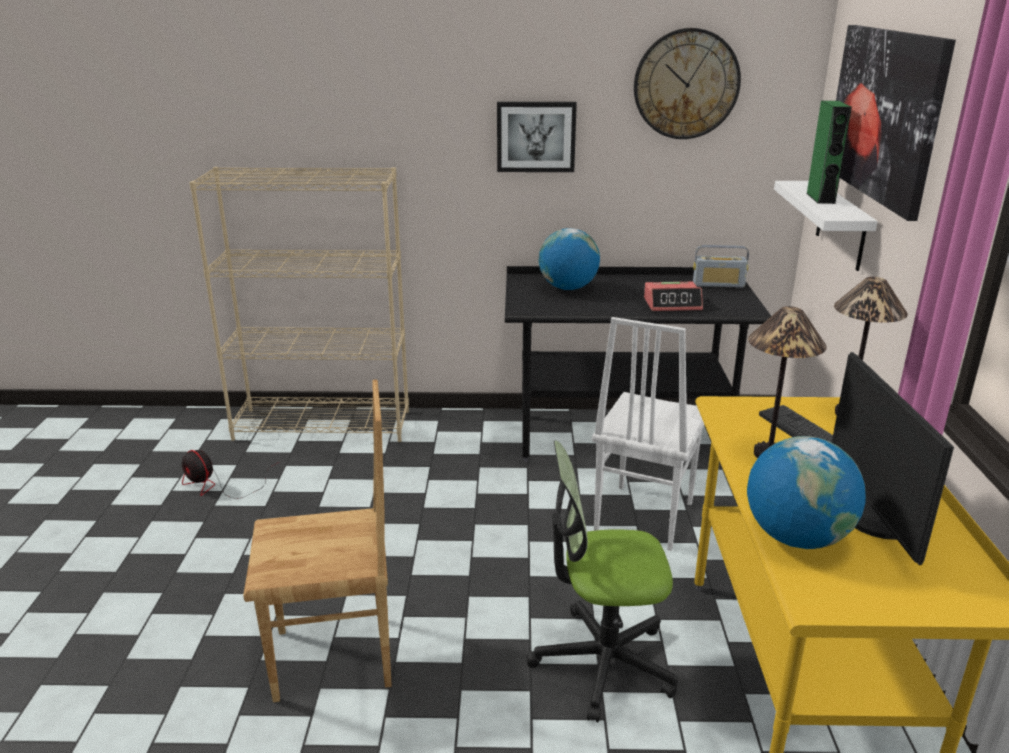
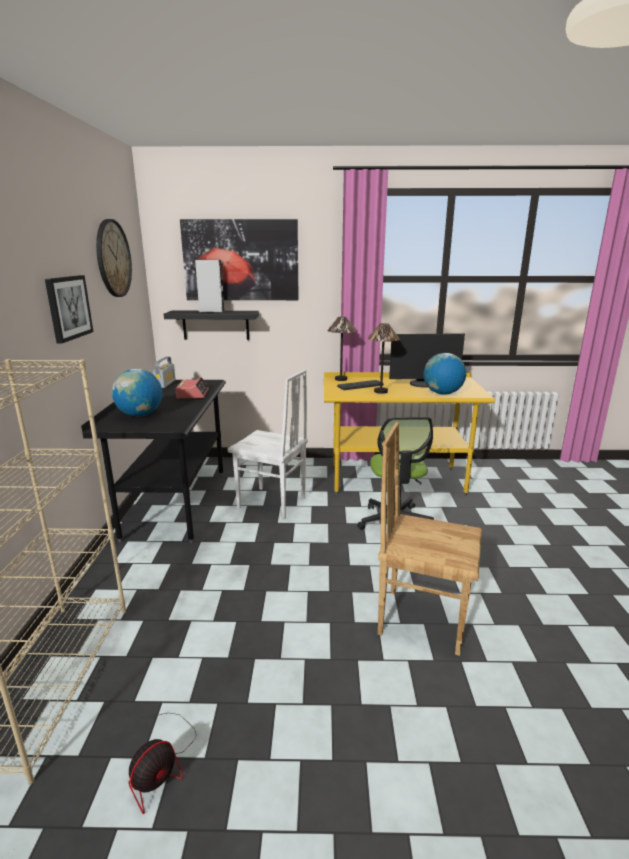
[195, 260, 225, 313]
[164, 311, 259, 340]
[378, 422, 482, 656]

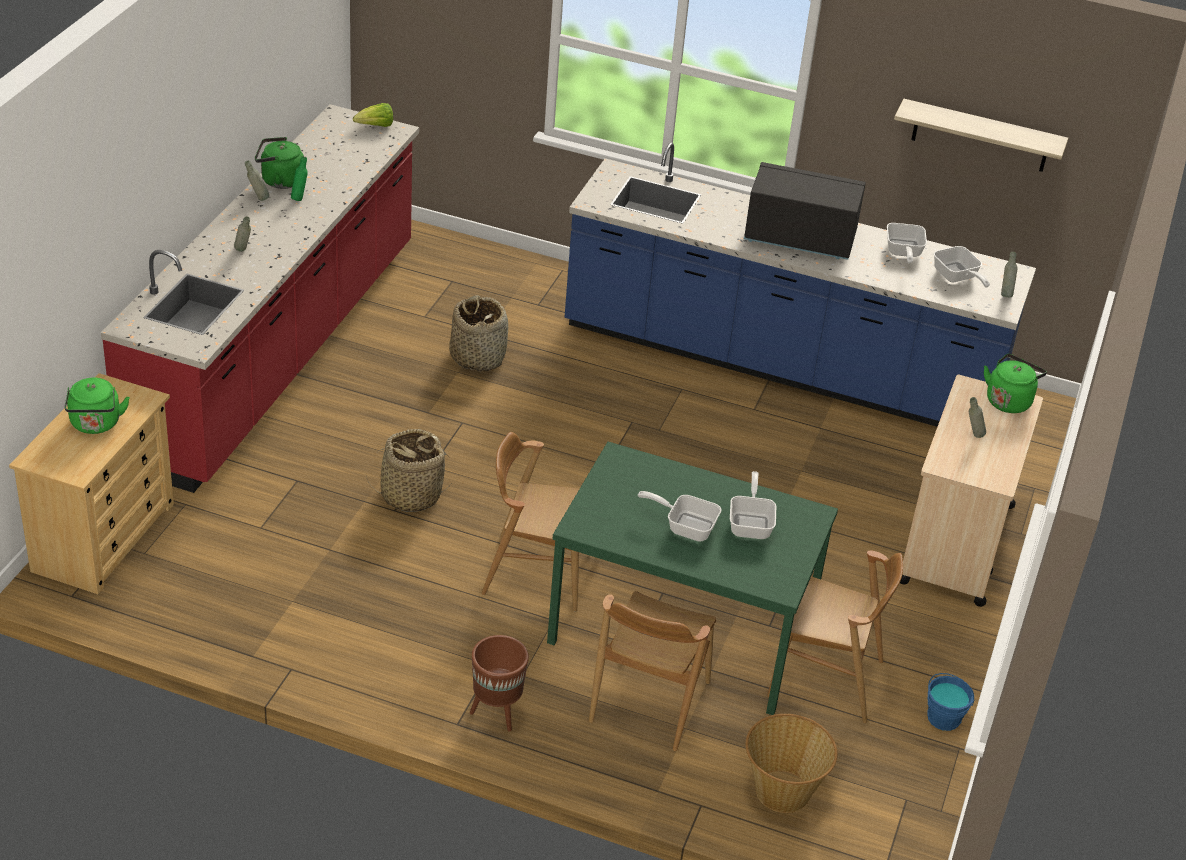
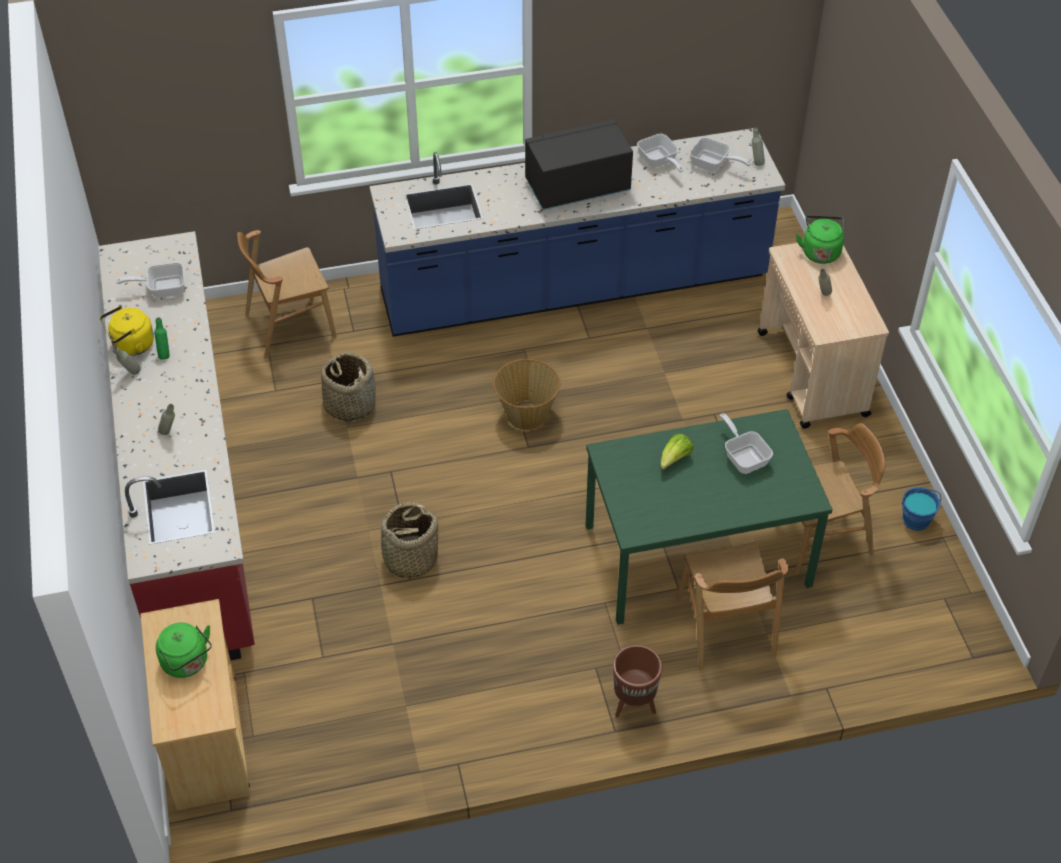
[894, 99, 1068, 172] (first image)
[661, 434, 693, 470]
[100, 306, 154, 356]
[237, 230, 337, 358]
[116, 262, 185, 298]
[493, 359, 560, 430]

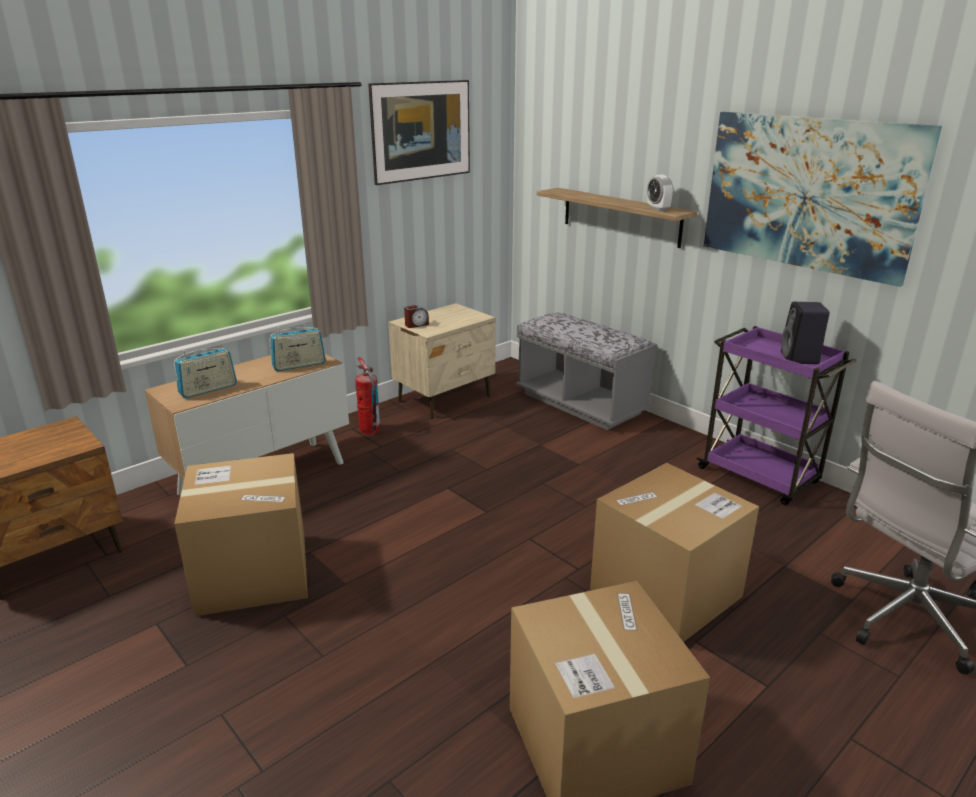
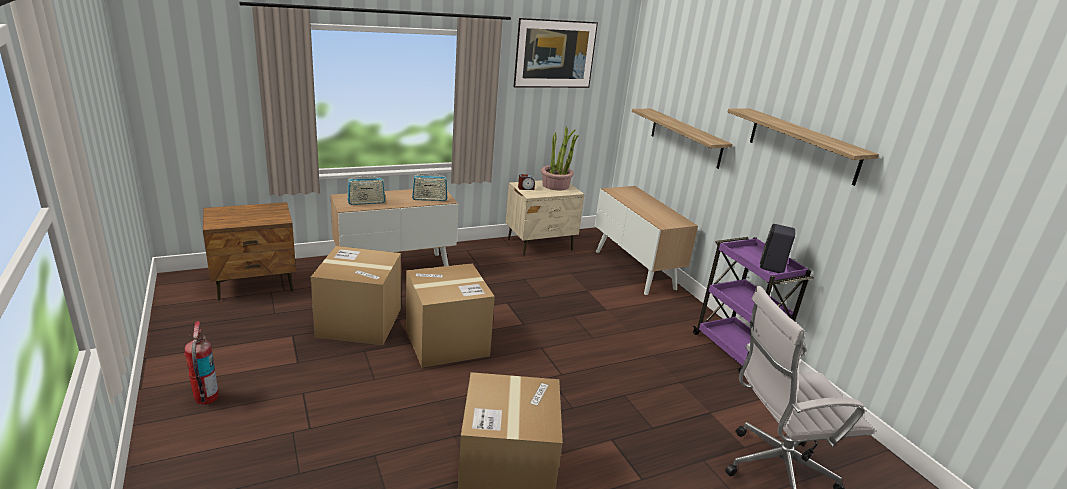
[728, 108, 879, 186]
[647, 174, 673, 211] (first image)
[595, 186, 698, 295]
[184, 321, 219, 405]
[406, 263, 495, 368]
[541, 126, 579, 190]

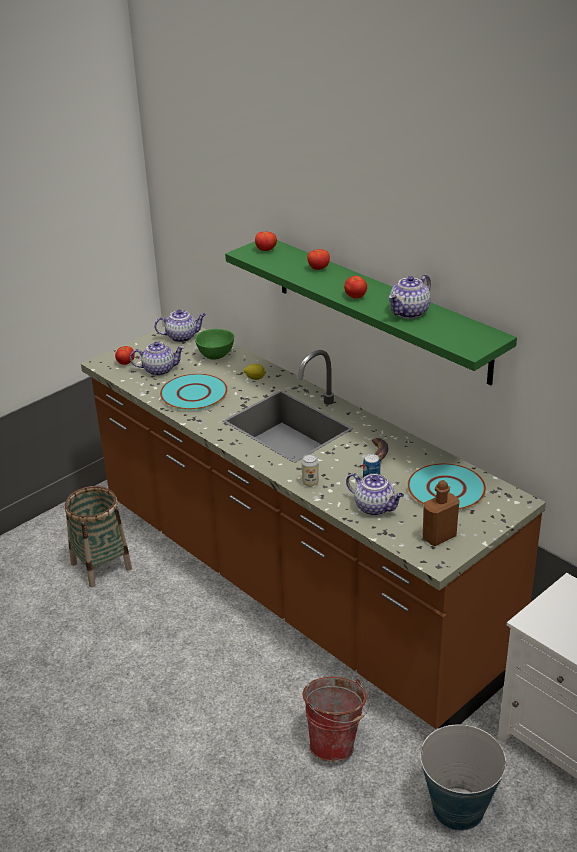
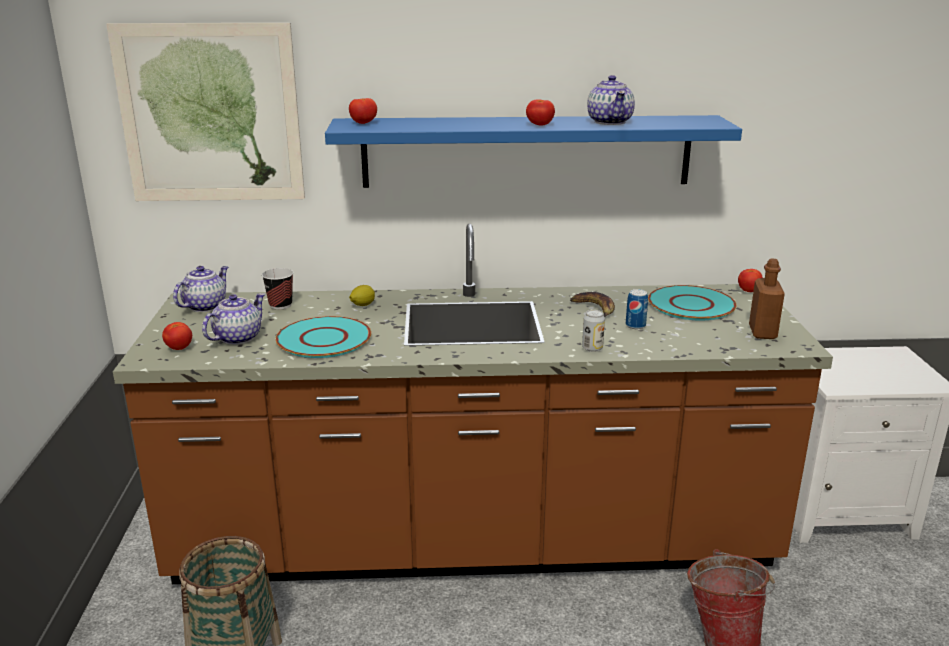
[325, 115, 742, 188]
[738, 269, 763, 292]
[262, 268, 294, 310]
[346, 473, 404, 516] (first image)
[419, 724, 507, 831] (first image)
[106, 23, 305, 201]

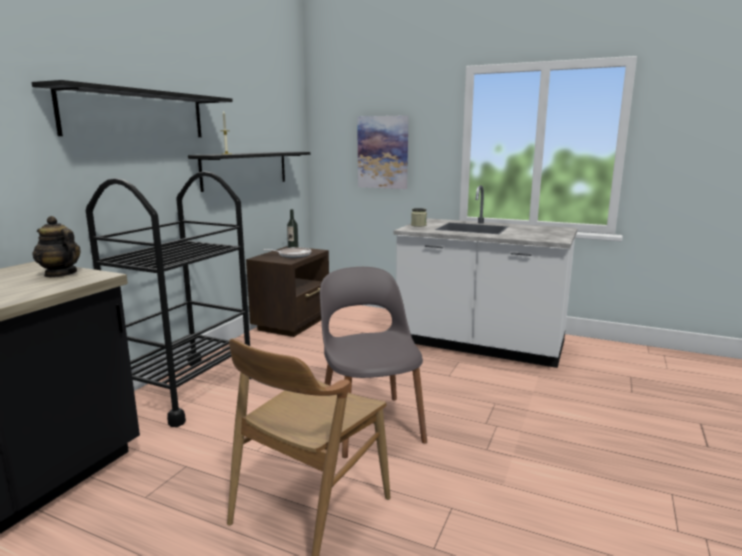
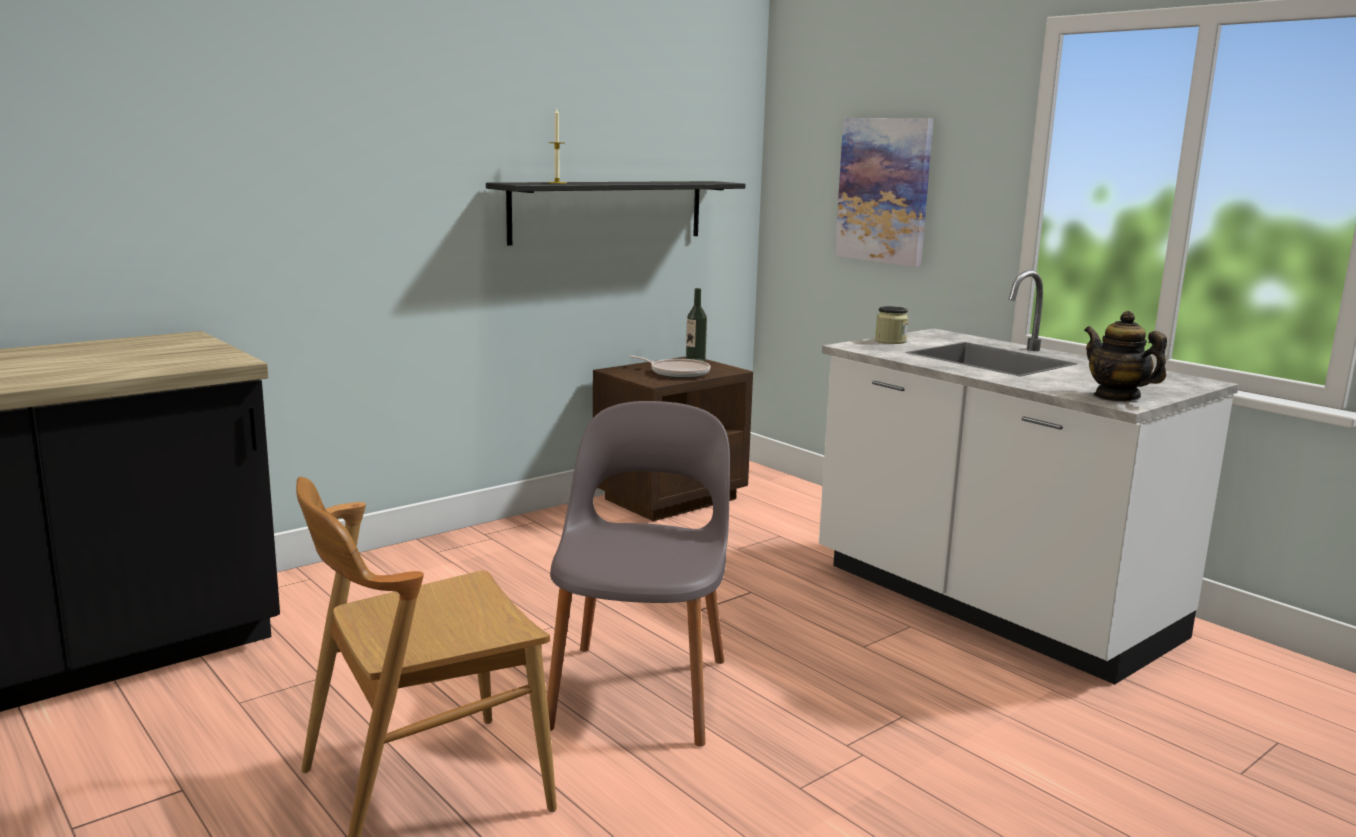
[31, 80, 233, 137] (first image)
[86, 171, 251, 427] (first image)
[1084, 311, 1167, 401]

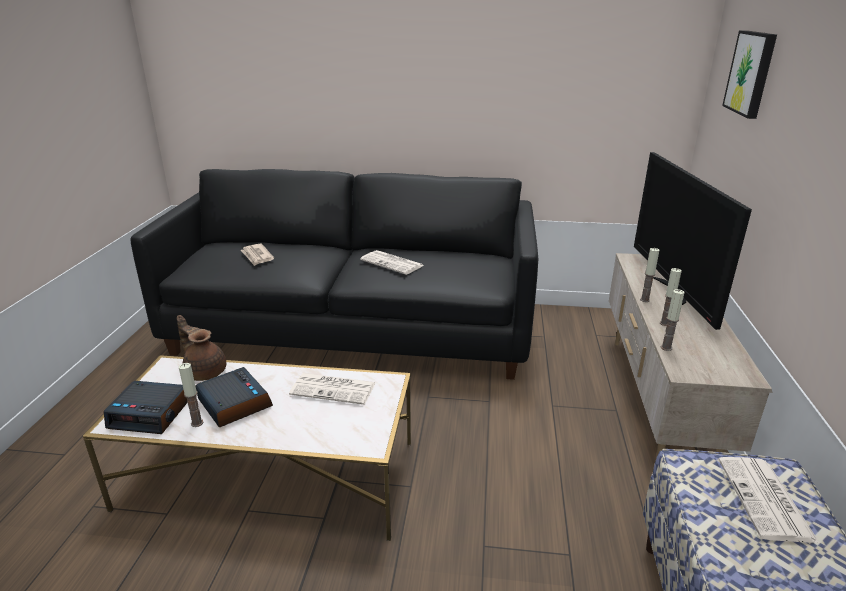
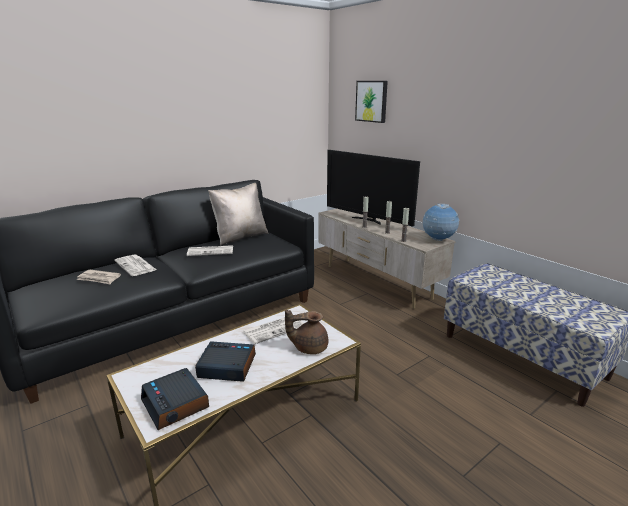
[285, 309, 328, 354]
[179, 363, 203, 427] (first image)
[141, 368, 209, 430]
[114, 254, 156, 276]
[208, 183, 269, 246]
[423, 203, 459, 241]

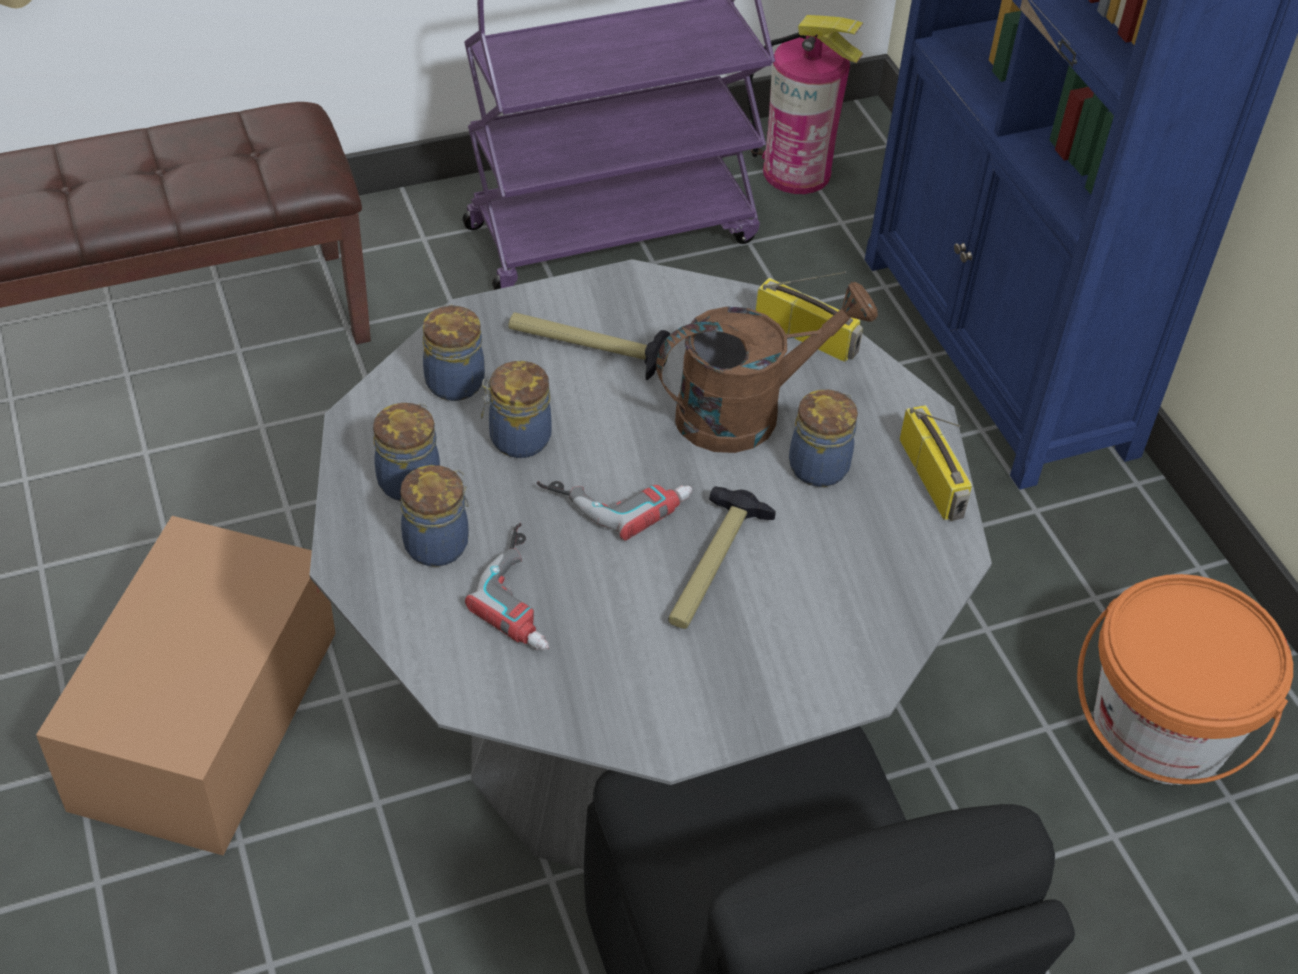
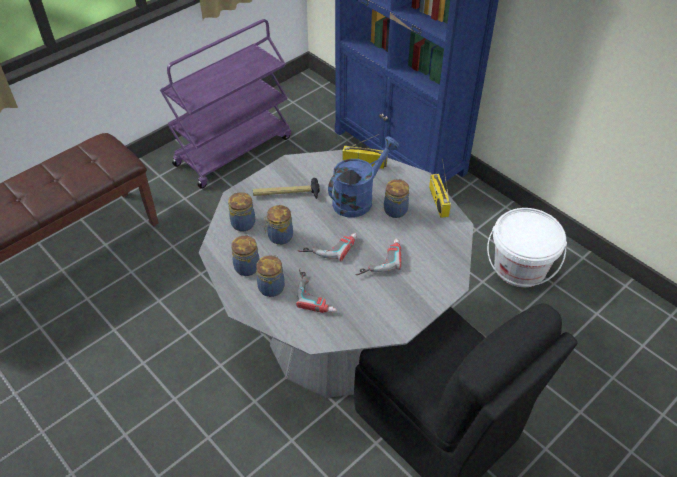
[747, 15, 863, 194] (first image)
[328, 136, 400, 217]
[429, 158, 451, 218]
[355, 238, 401, 275]
[36, 516, 335, 855] (first image)
[487, 208, 567, 287]

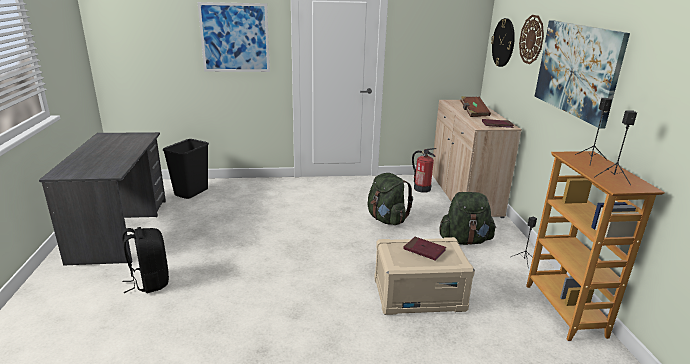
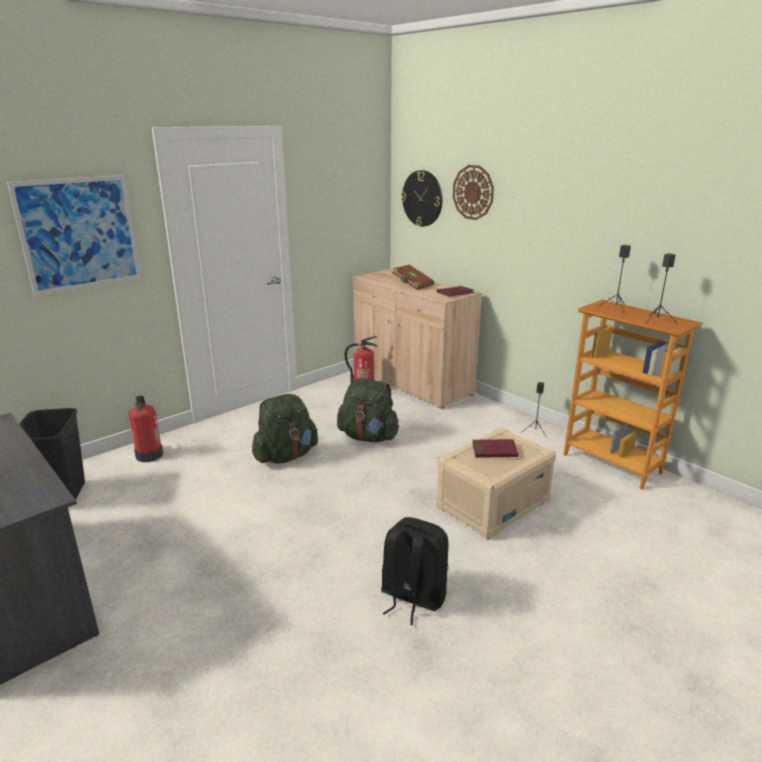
[535, 20, 630, 129] (first image)
[252, 394, 318, 464]
[381, 517, 448, 625]
[128, 396, 163, 462]

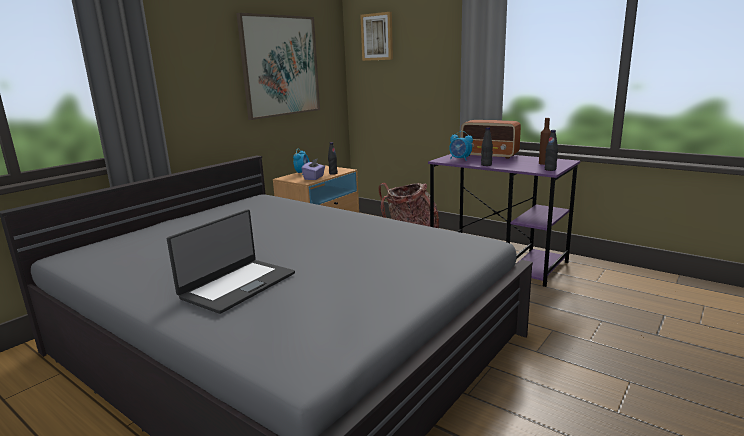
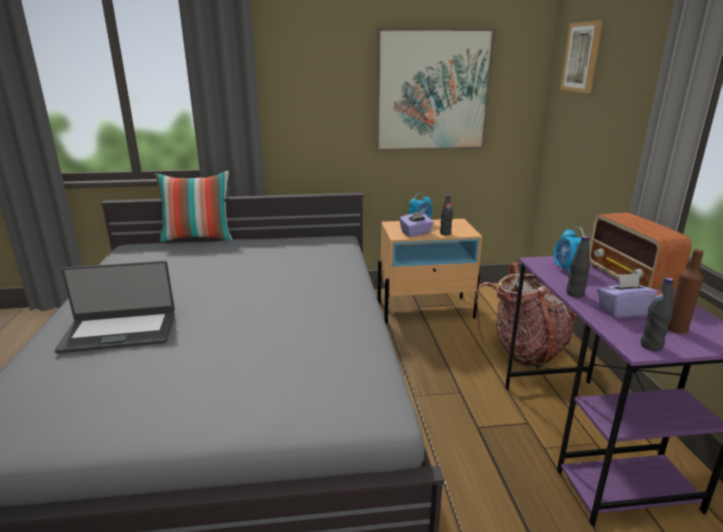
[155, 171, 233, 243]
[597, 273, 658, 318]

